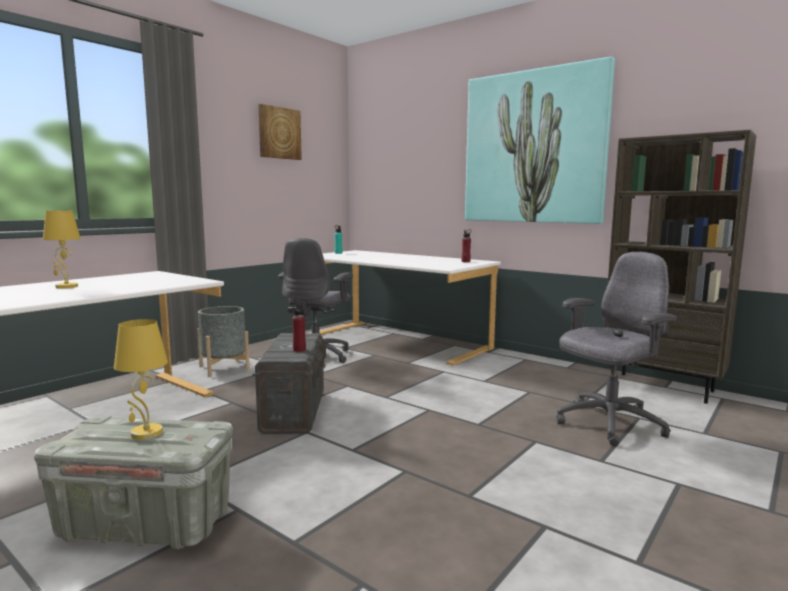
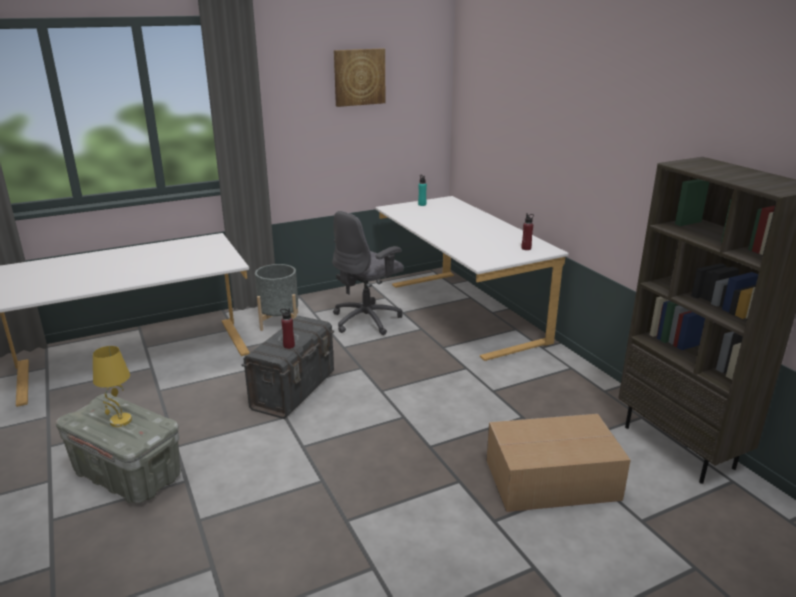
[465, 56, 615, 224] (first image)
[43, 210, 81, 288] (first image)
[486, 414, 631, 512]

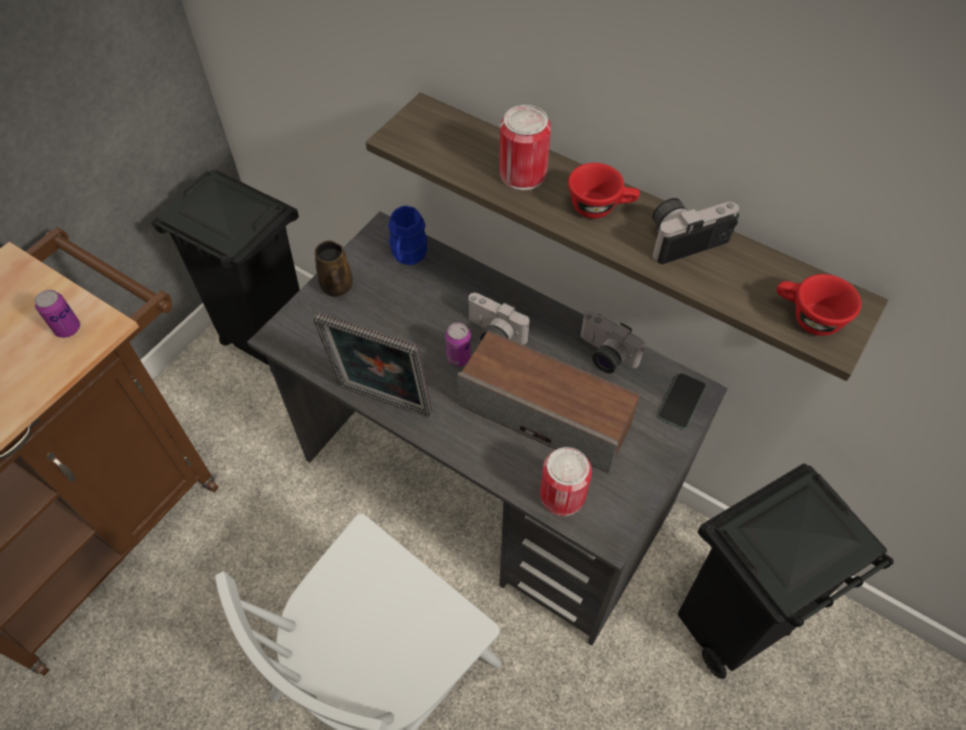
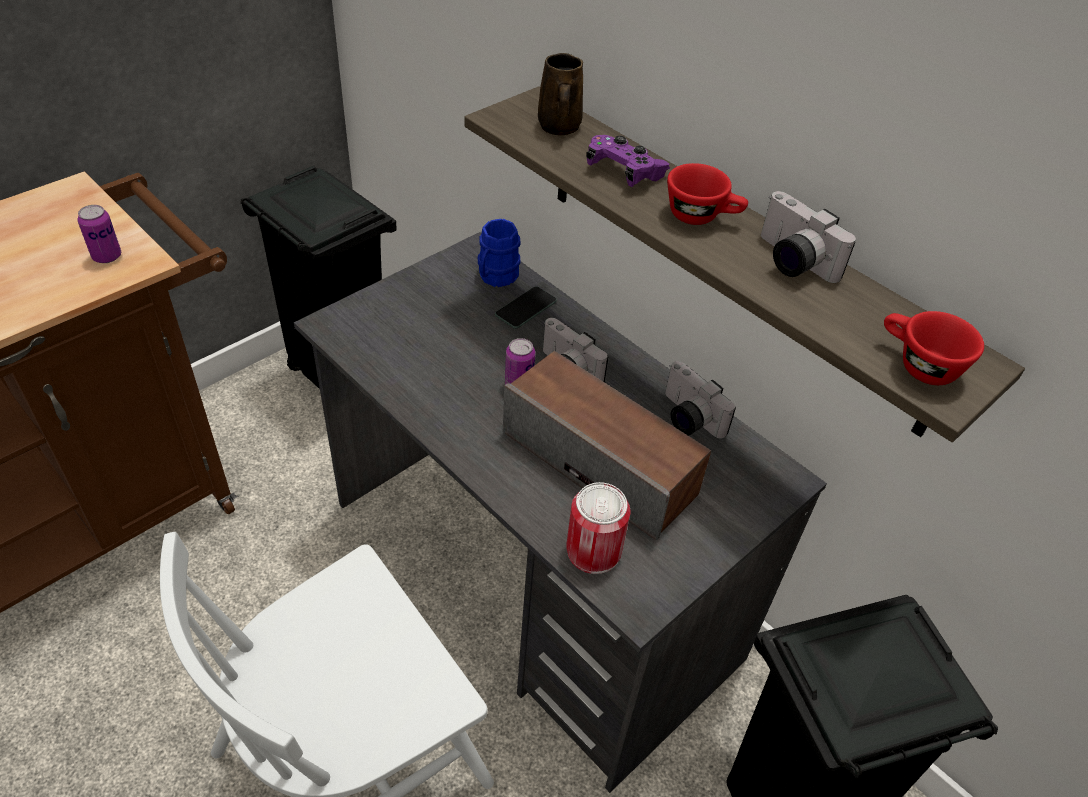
[586, 135, 670, 187]
[761, 191, 856, 283]
[538, 53, 583, 135]
[313, 312, 432, 418] (first image)
[495, 287, 557, 329]

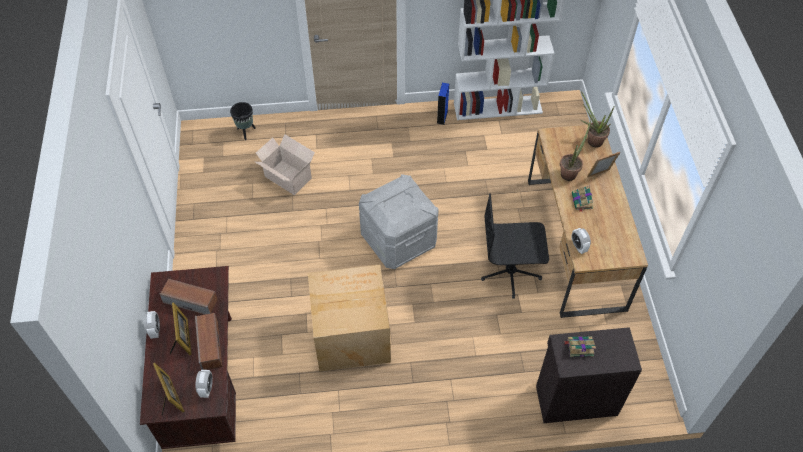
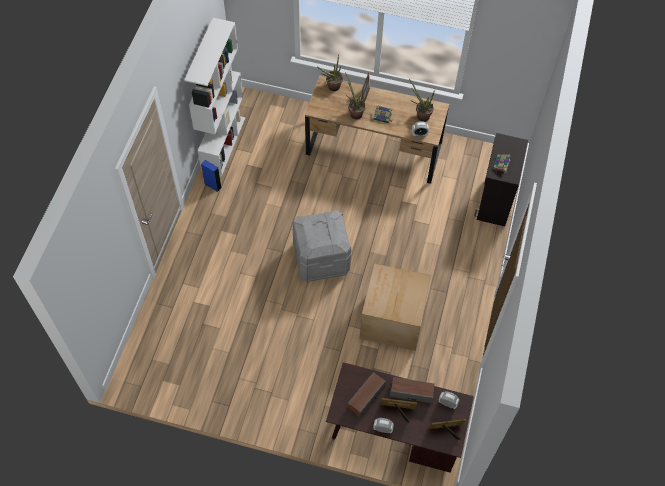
[230, 102, 256, 140] (first image)
[255, 134, 315, 195] (first image)
[481, 193, 549, 299] (first image)
[409, 79, 435, 122]

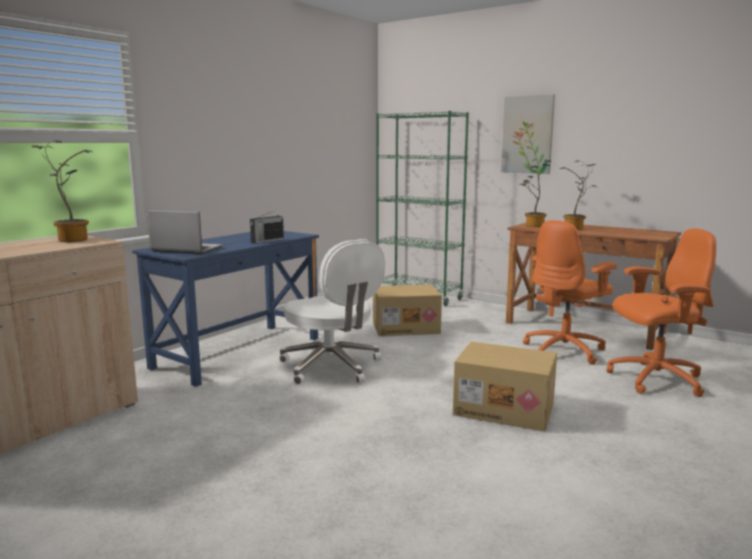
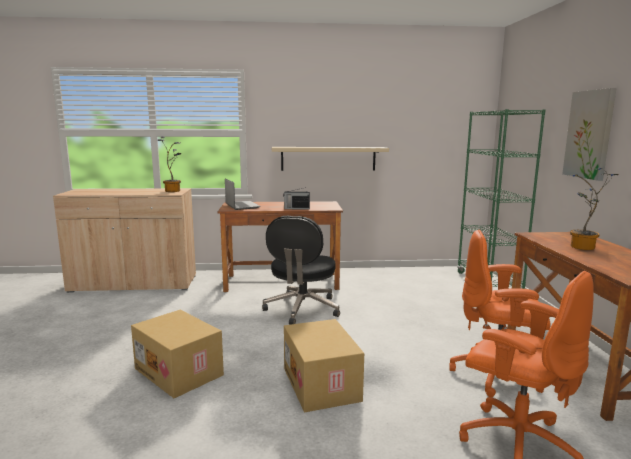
[520, 160, 551, 227] (first image)
[218, 201, 343, 292]
[262, 216, 340, 325]
[131, 310, 224, 398]
[272, 147, 389, 171]

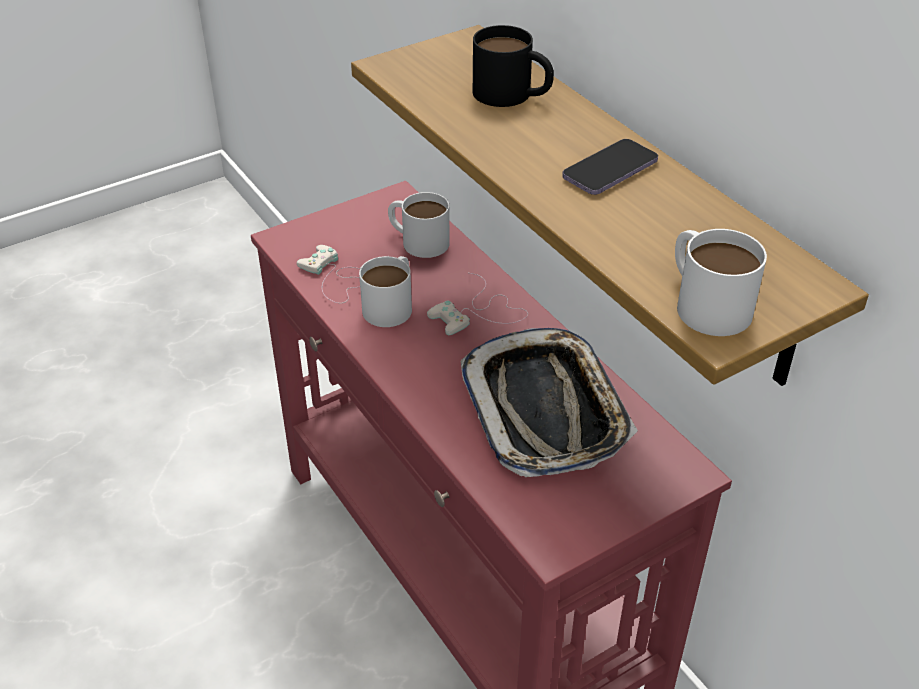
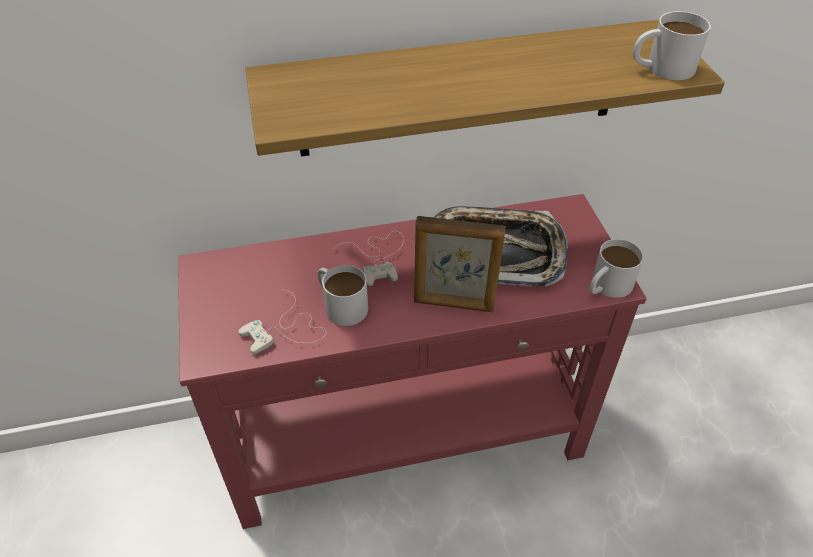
[473, 25, 554, 107] (first image)
[562, 139, 658, 195] (first image)
[589, 239, 644, 298]
[414, 216, 506, 312]

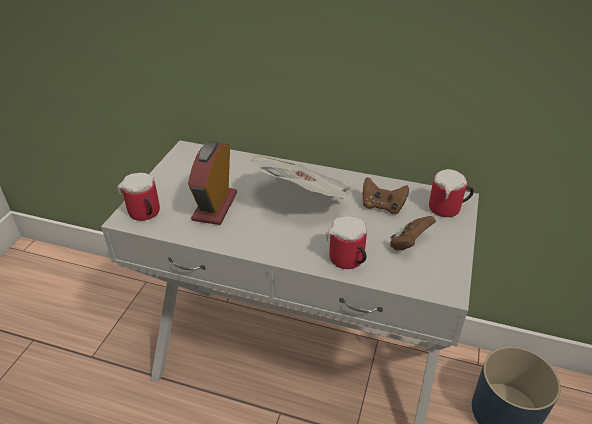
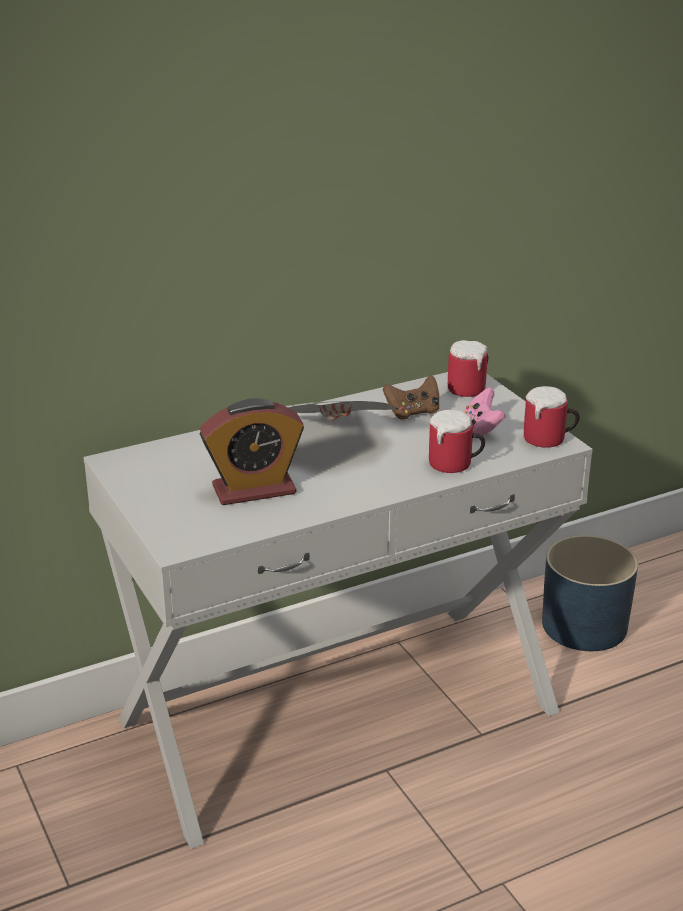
[200, 398, 304, 505]
[524, 386, 580, 448]
[464, 387, 506, 436]

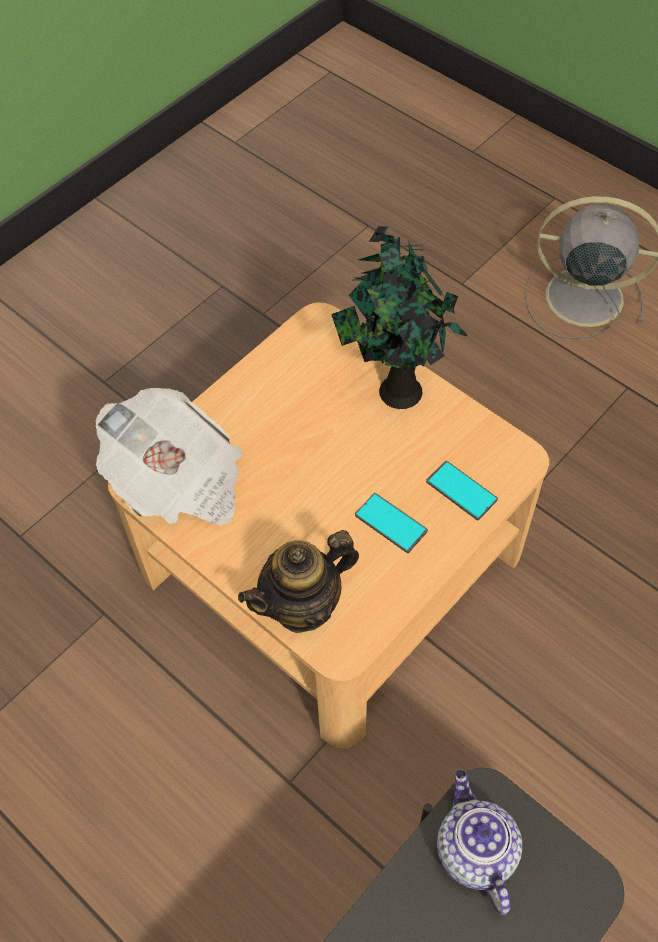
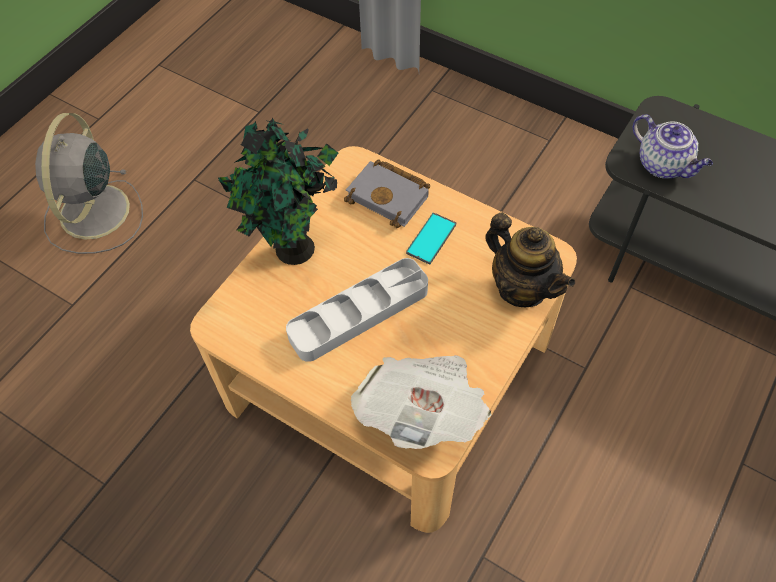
[344, 159, 430, 228]
[633, 115, 713, 179]
[286, 258, 428, 362]

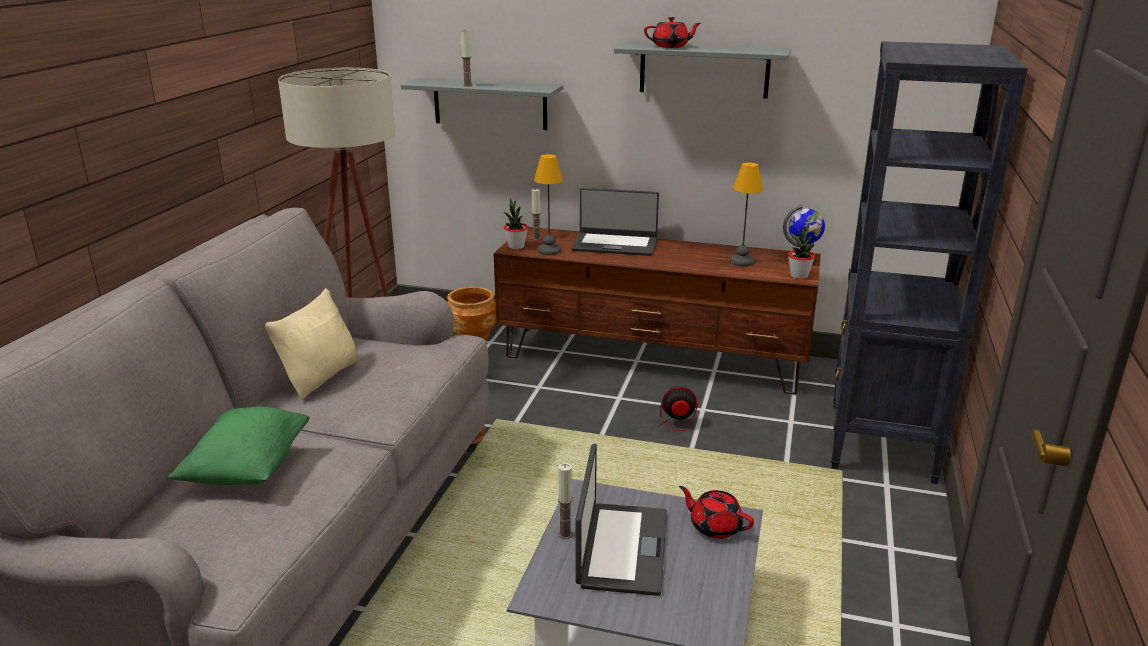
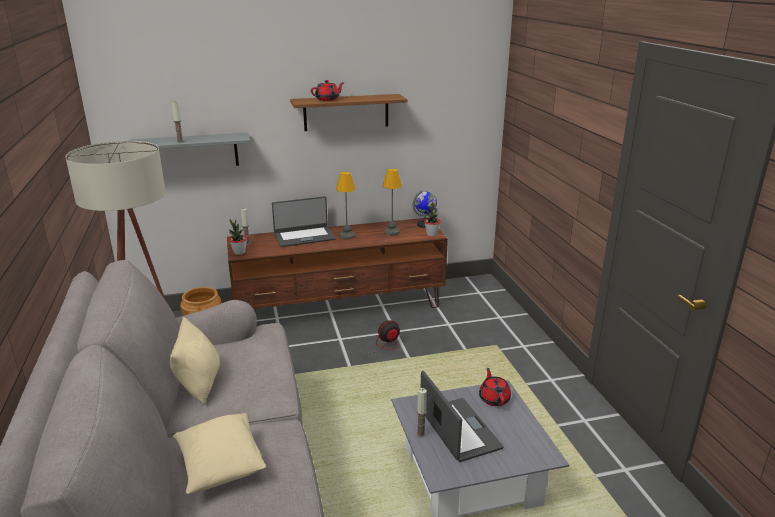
[831, 41, 1028, 484] (first image)
[290, 94, 408, 131]
[336, 172, 356, 239]
[173, 413, 266, 494]
[479, 368, 511, 406]

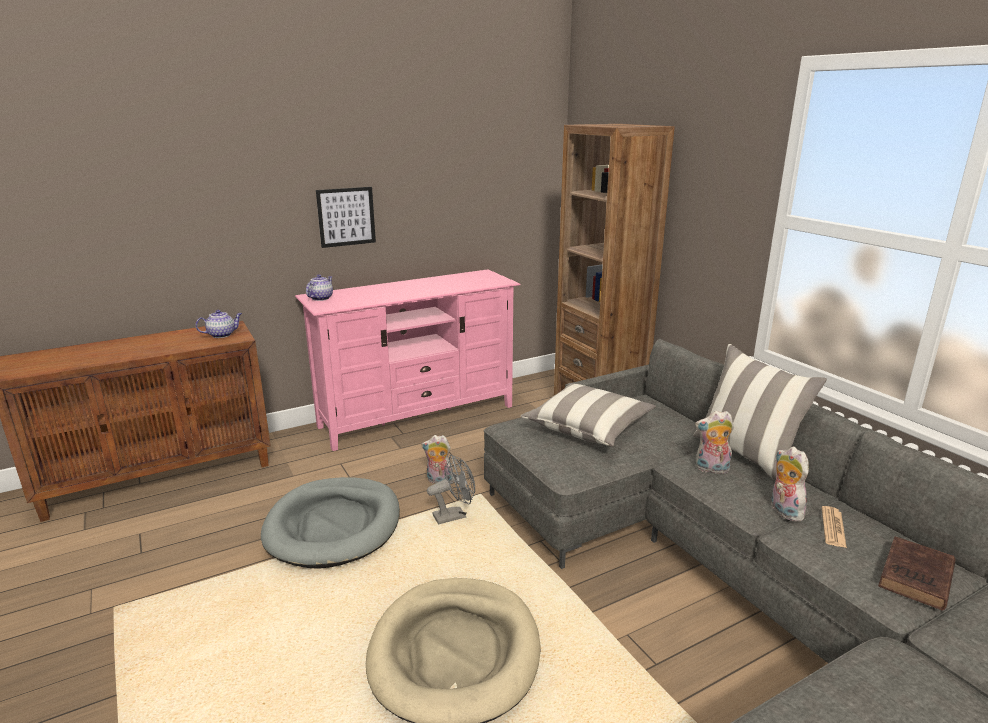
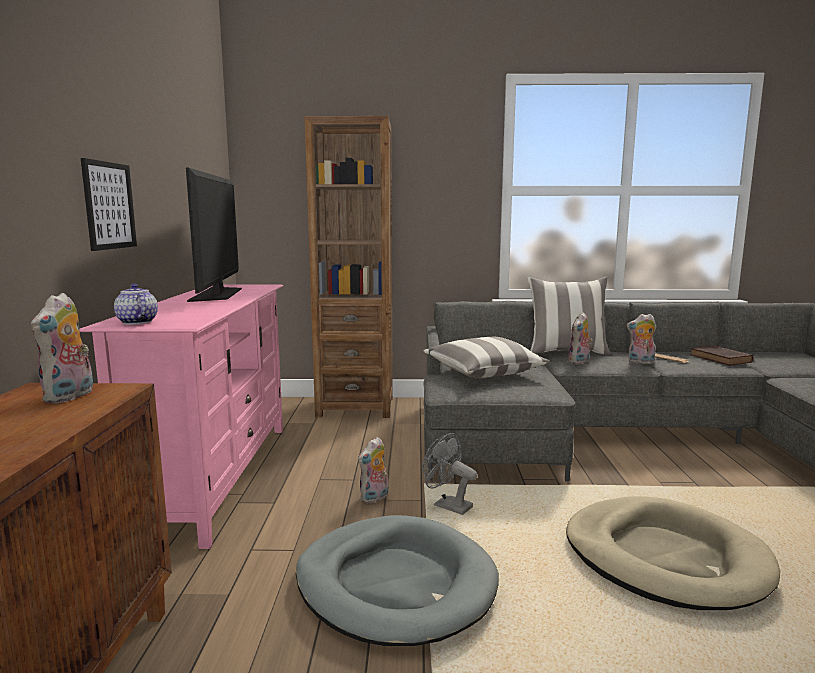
[31, 292, 93, 403]
[423, 433, 477, 515]
[186, 168, 242, 302]

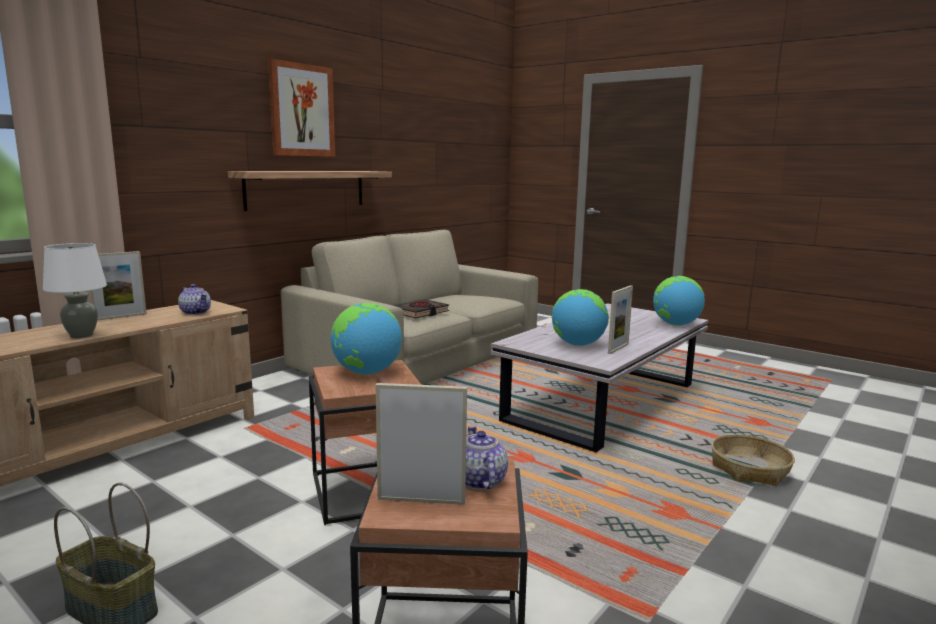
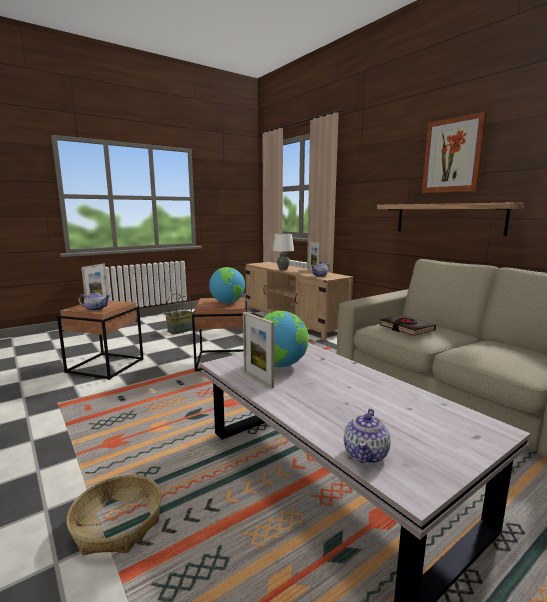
[344, 409, 390, 464]

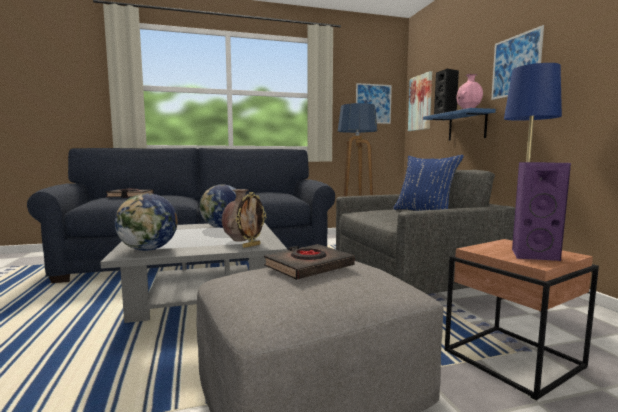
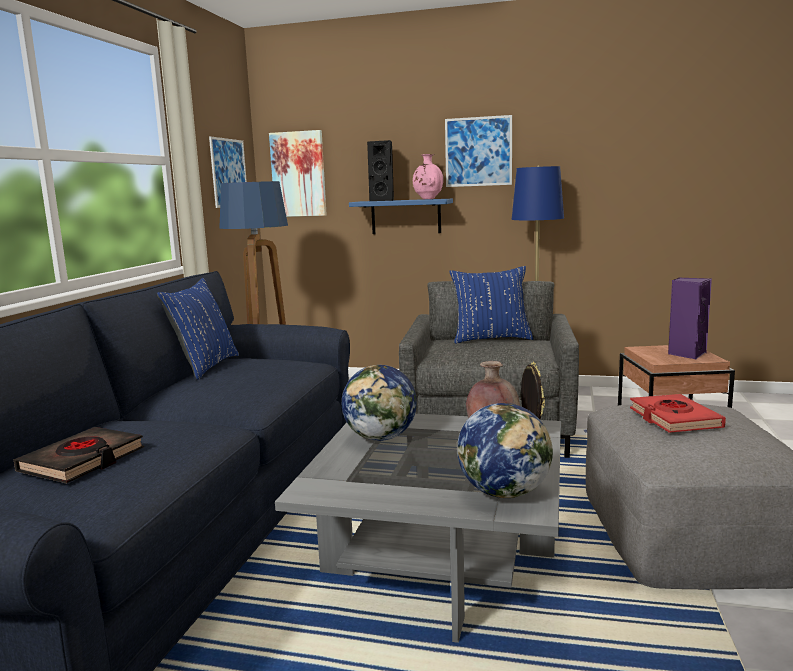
[630, 394, 726, 433]
[157, 278, 239, 380]

